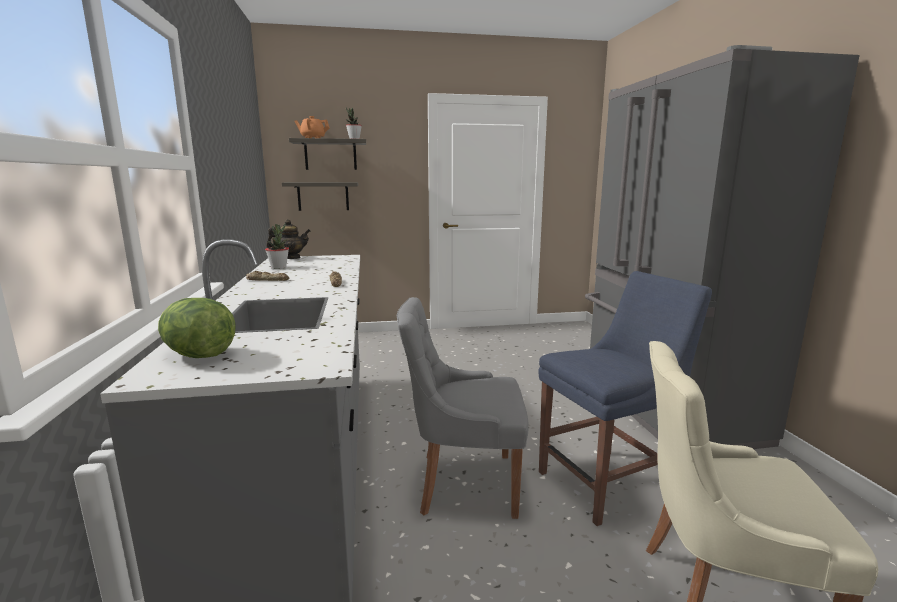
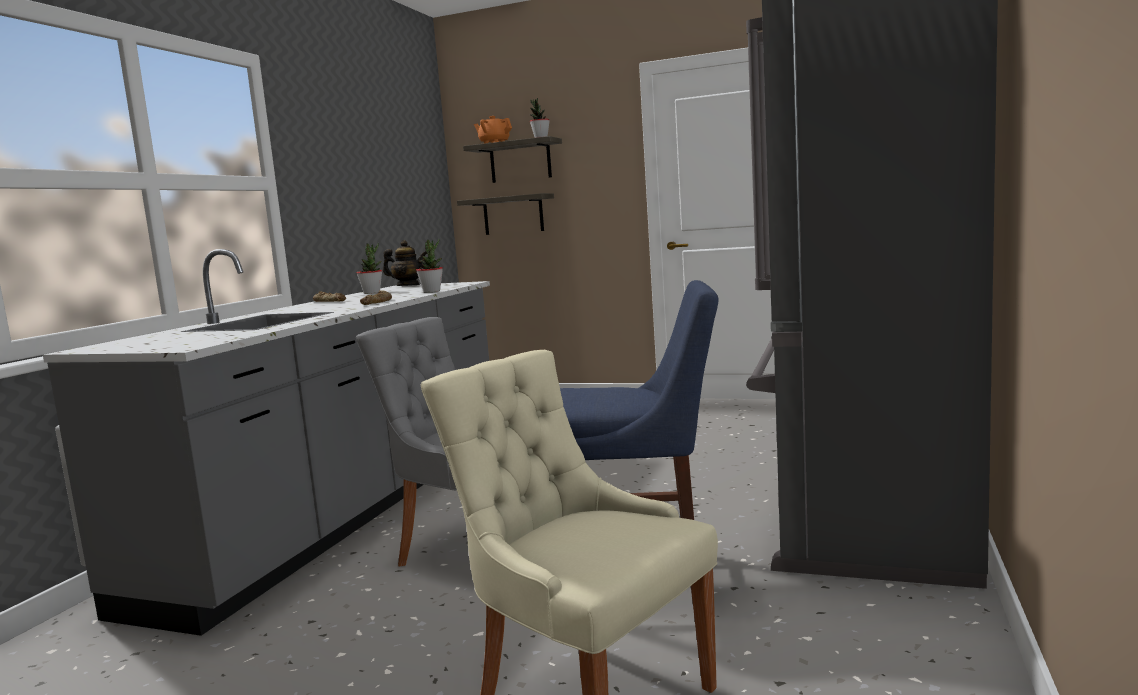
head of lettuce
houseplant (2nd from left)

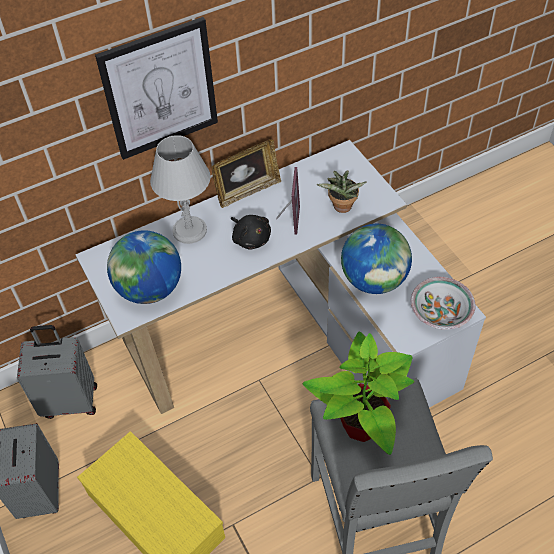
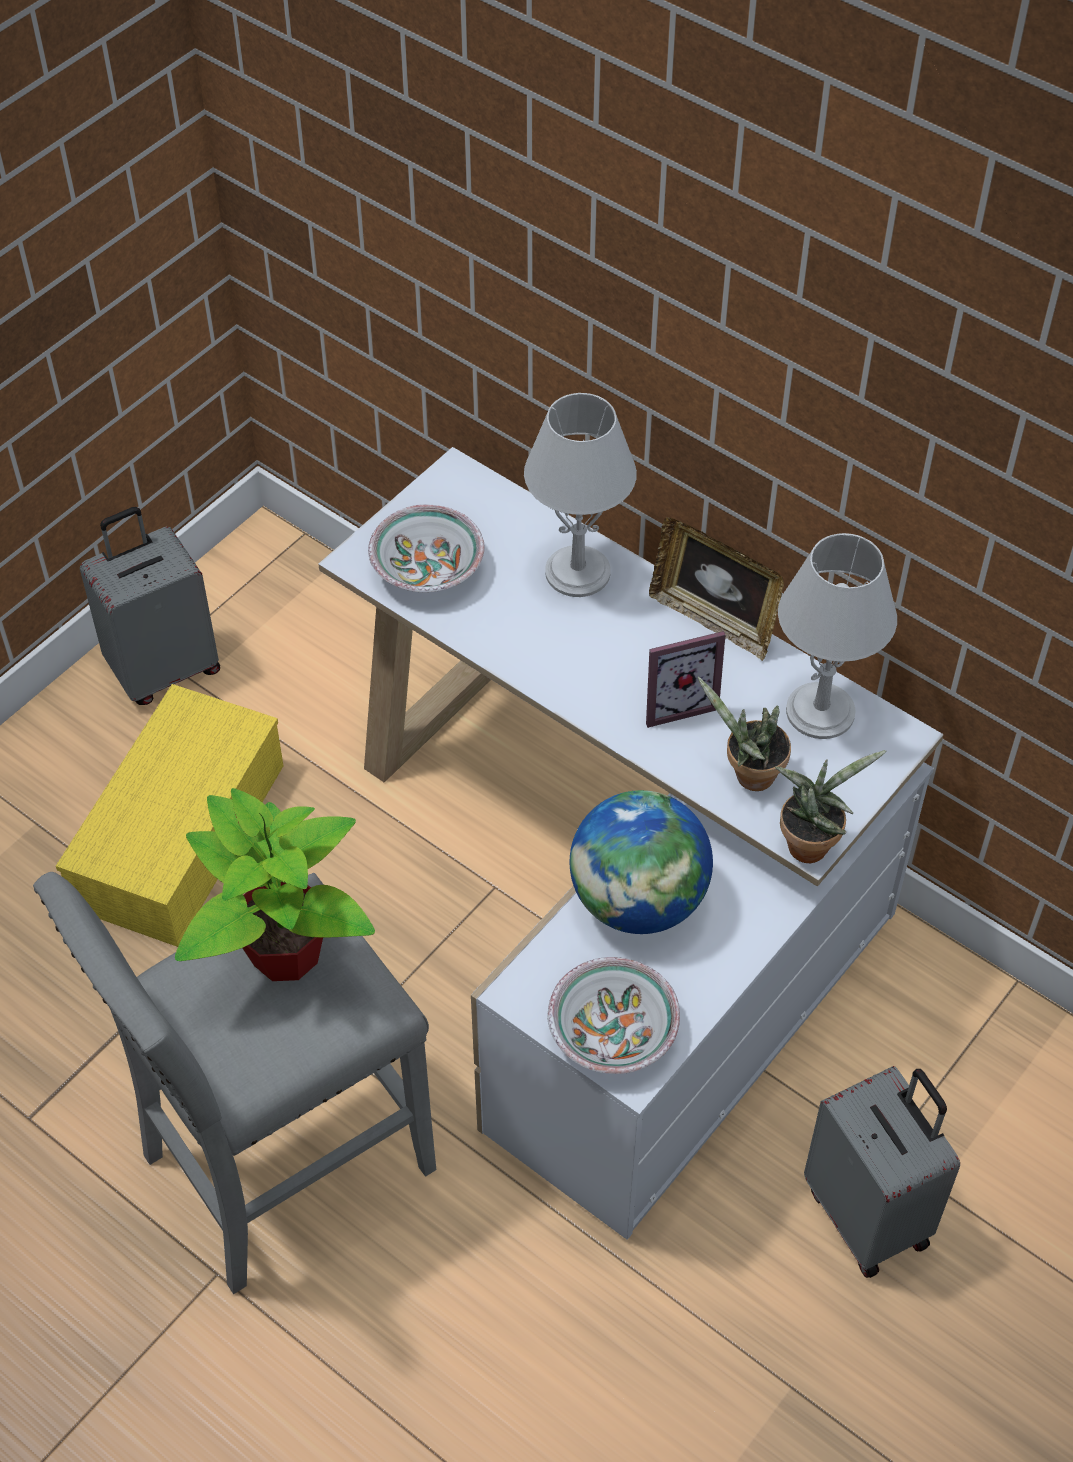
wall art
cuddly toy (blackish)
houseplant (3rd from left)
table lamp (greyish) (2nd from left)
travel case (greyish) (2nd from left)
deep dish (1st from left)

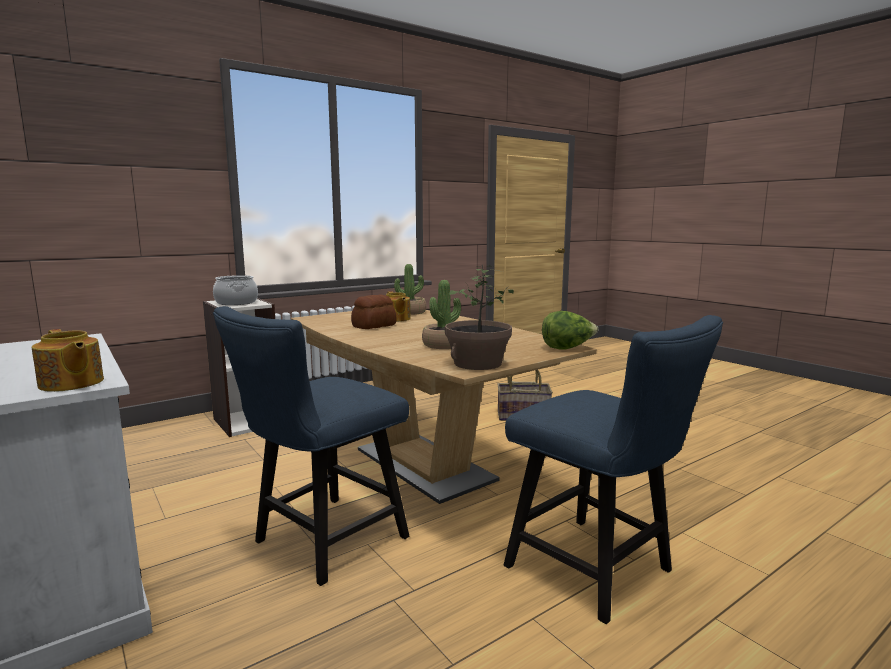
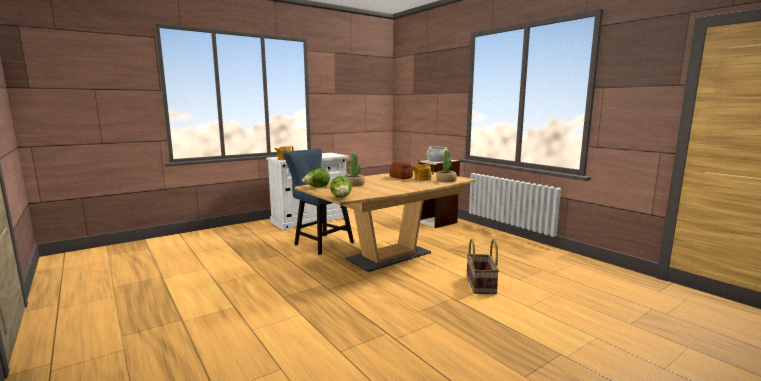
upright chair (blue-coloured) (2nd from left in the first image)
head of lettuce (1st from left)

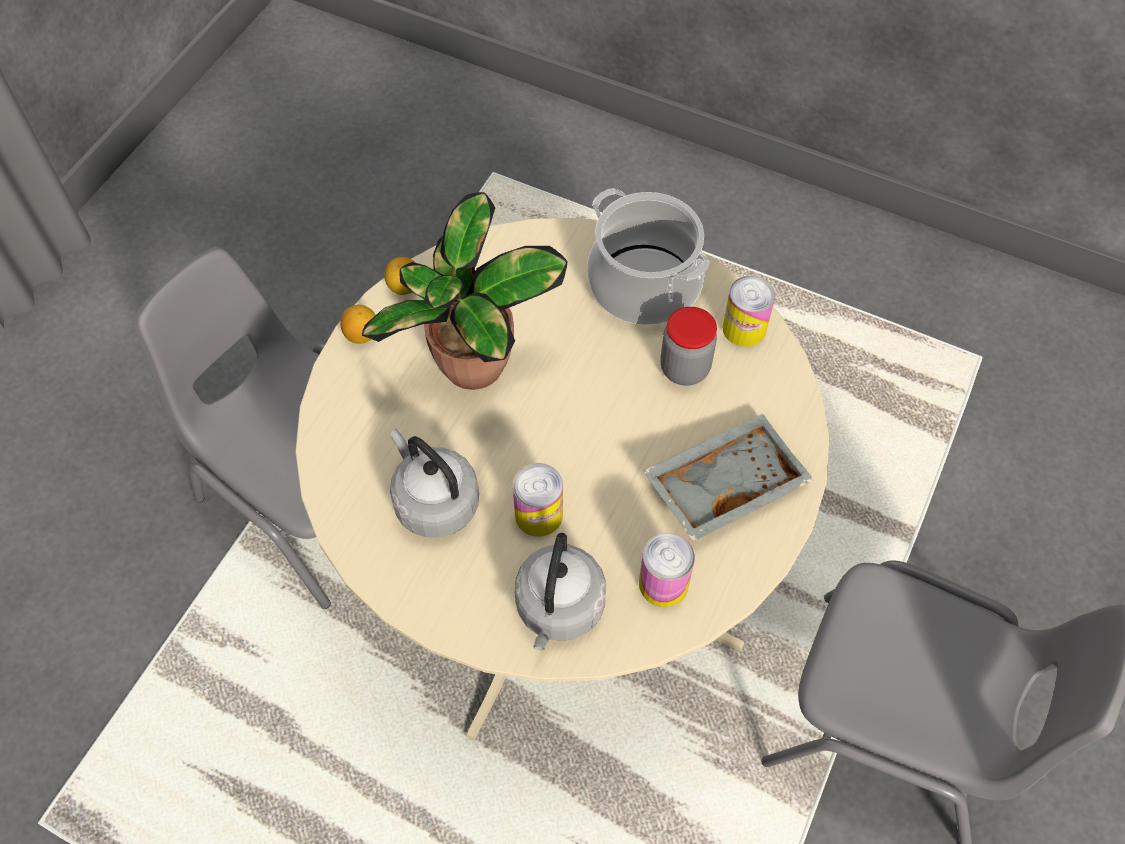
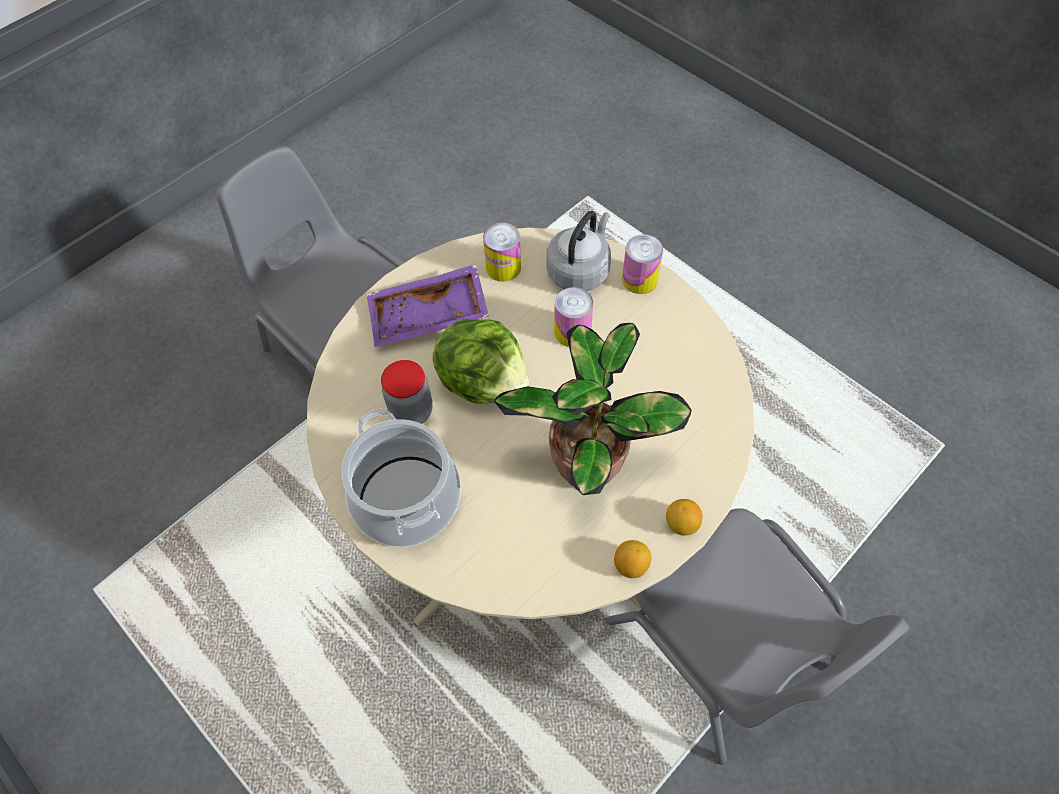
kettle (greyish) (1st from left in the first image)
head of lettuce
can (3rd from left)
serving tray (purple-coloured)

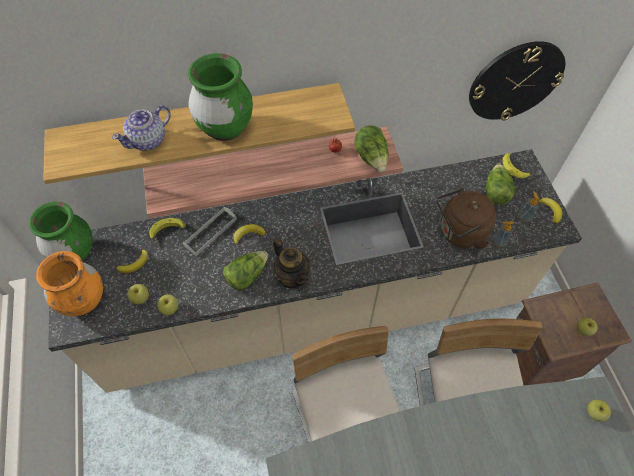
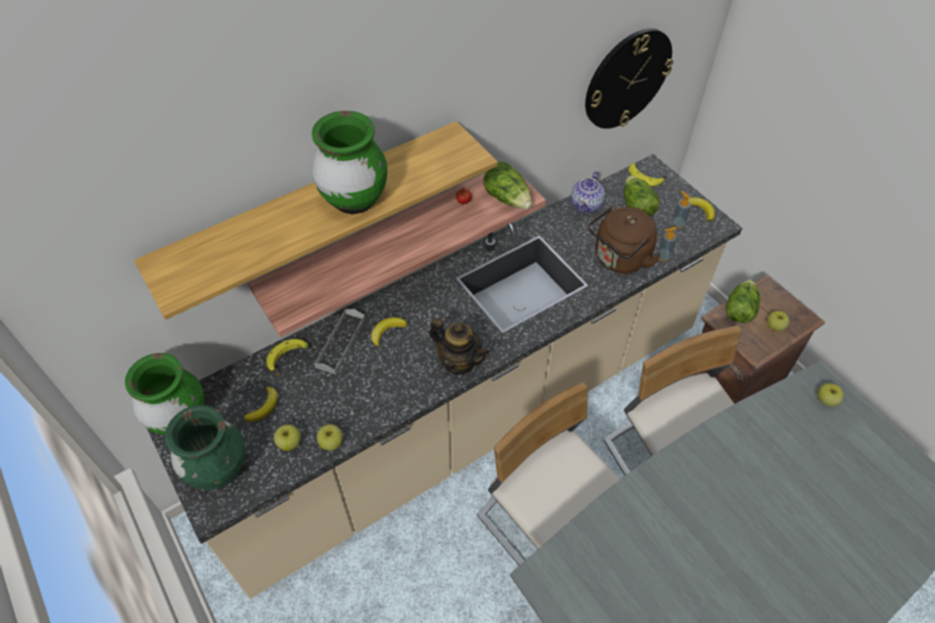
tea pot (2nd from left)
head of lettuce (3rd from left)
vase (greenish) (2nd from left)

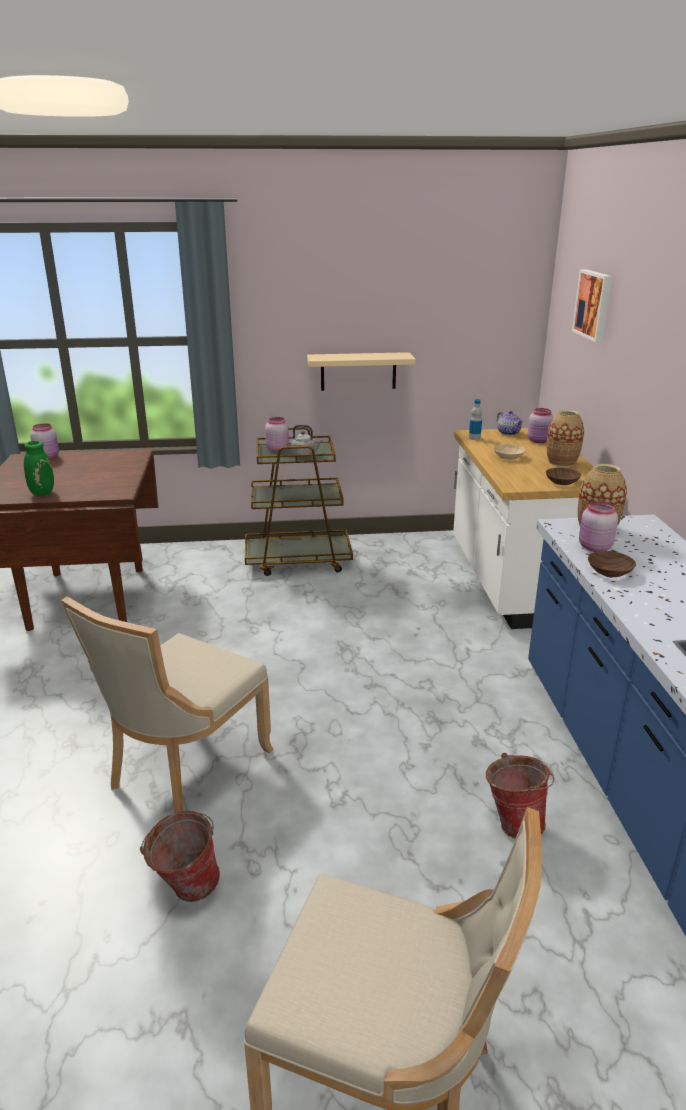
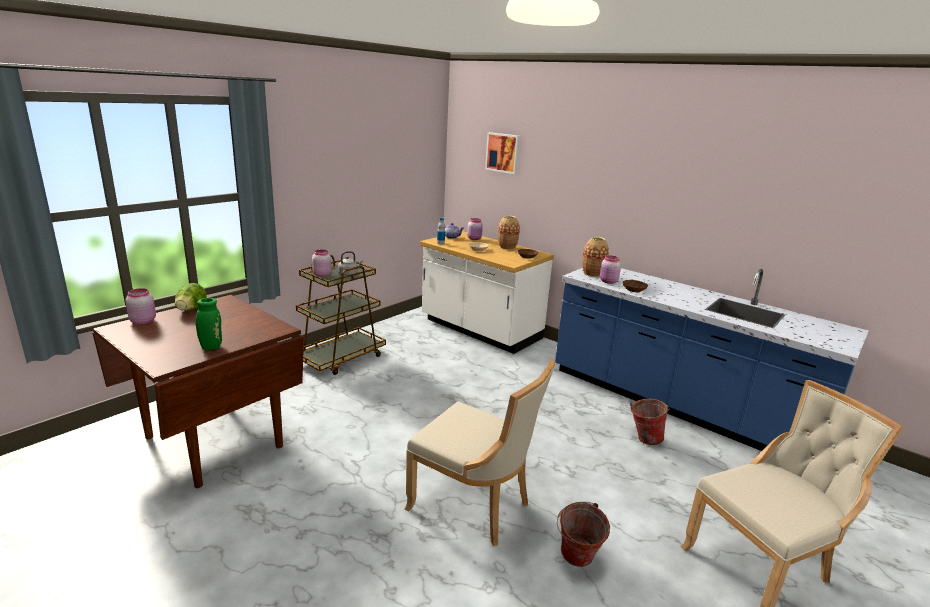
wall shelf (beige-coloured)
head of lettuce
upright chair (beige-coloured) (1st from left)

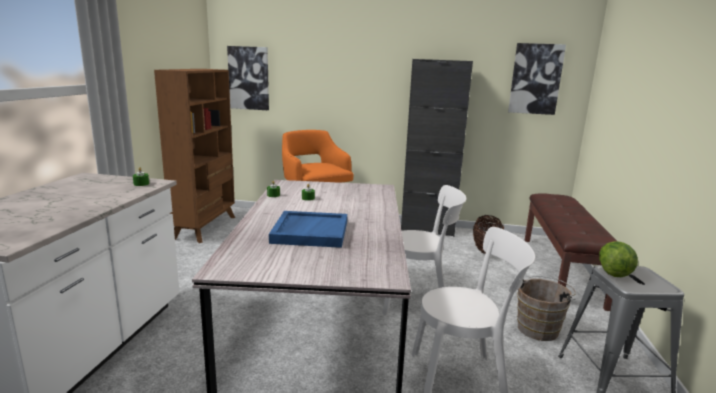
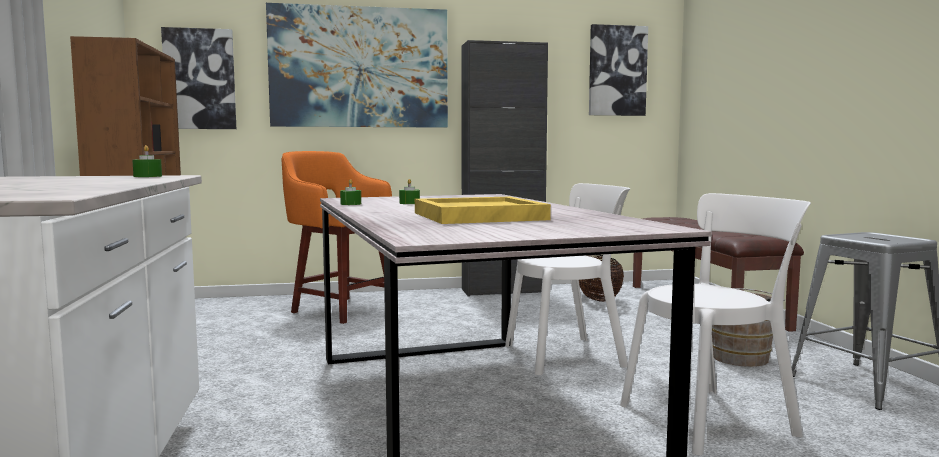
head of lettuce
wall art (2nd from left)
serving tray (yellow-coloured)

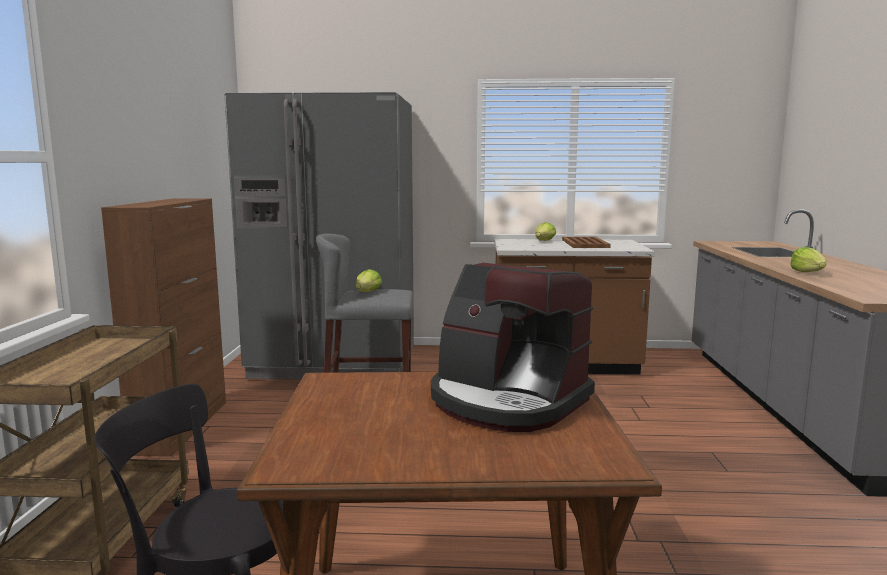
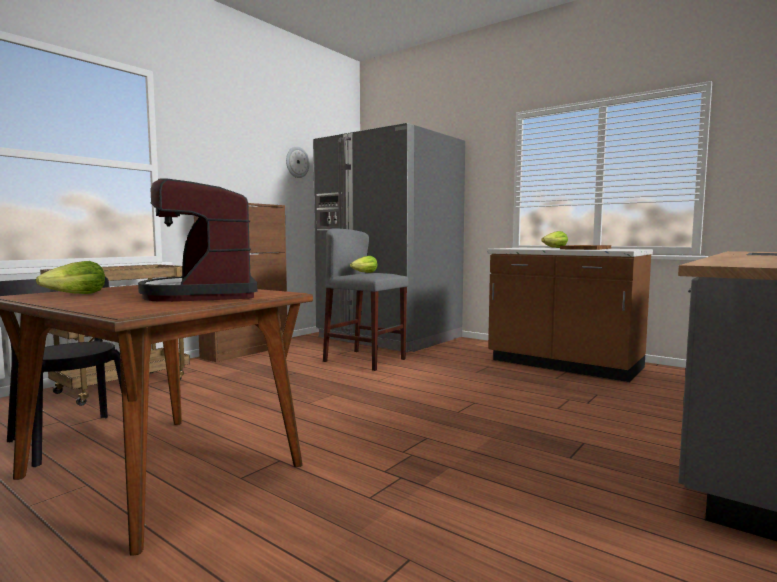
clock on the wall
head of lettuce (1st from left)

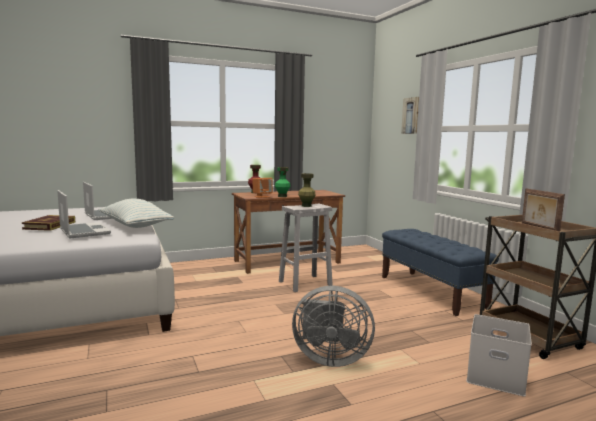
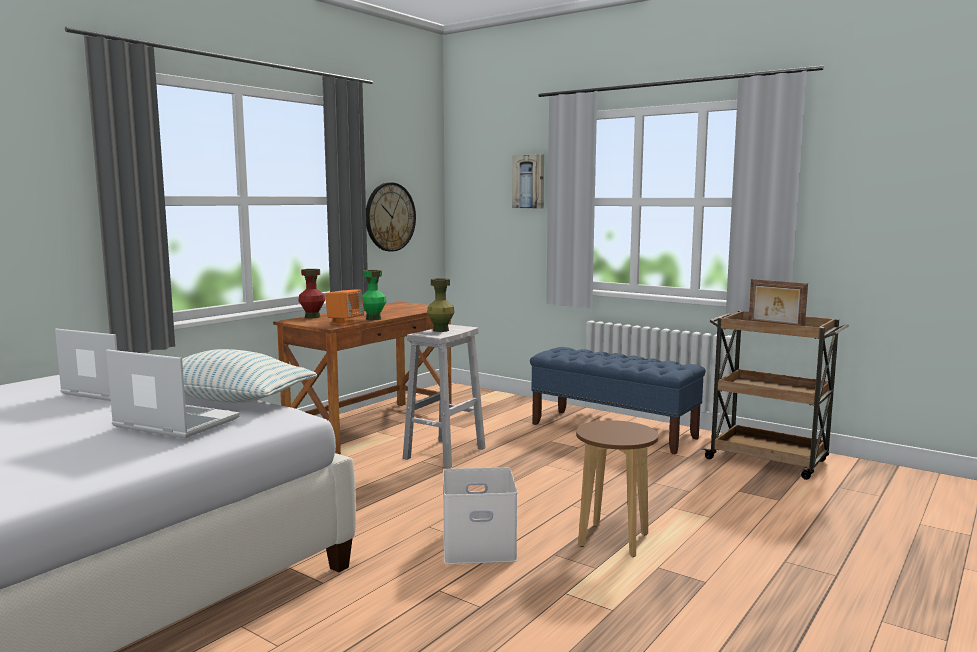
book
clock on the wall
storage bin (whitish)
stool (brown-coloured)

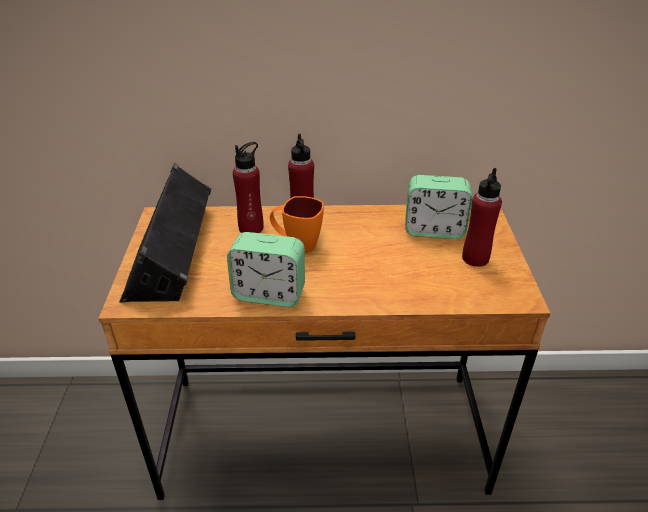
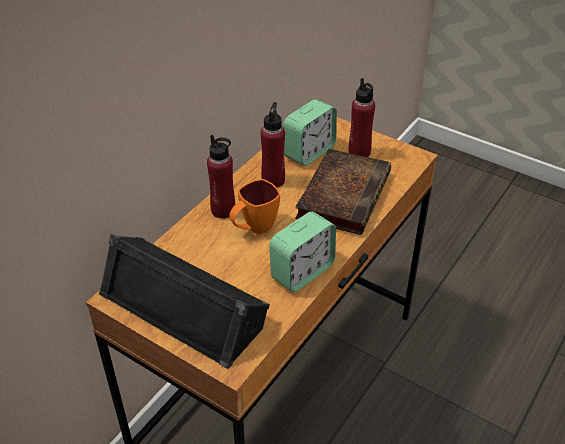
book
drink bottle (red-coloured) (2nd from left)

